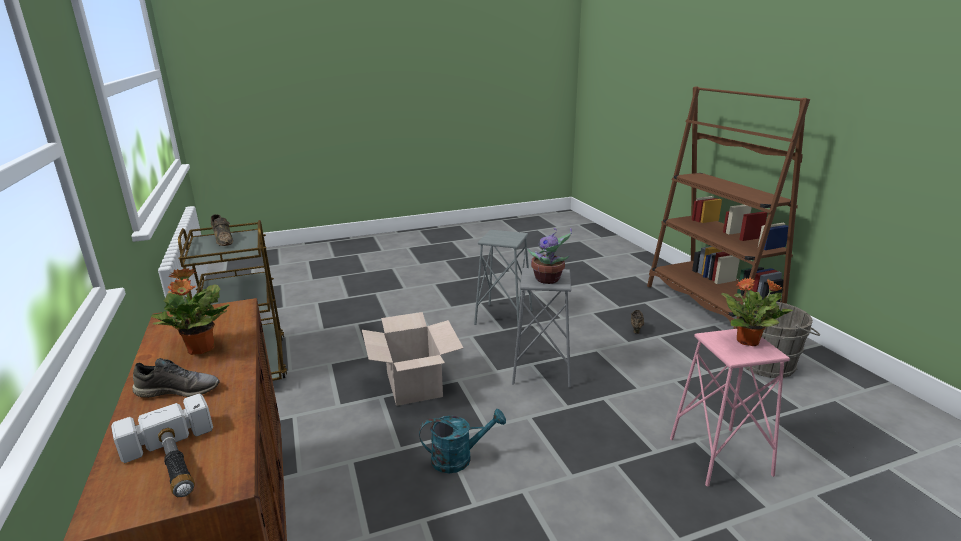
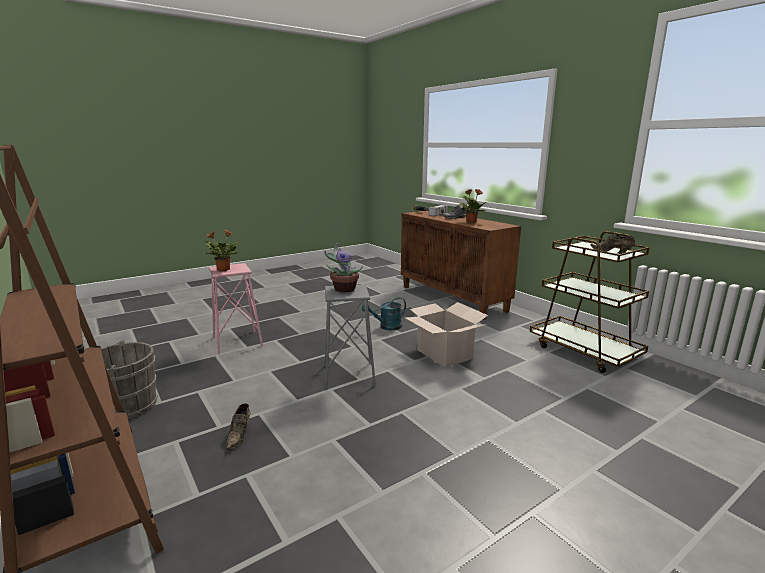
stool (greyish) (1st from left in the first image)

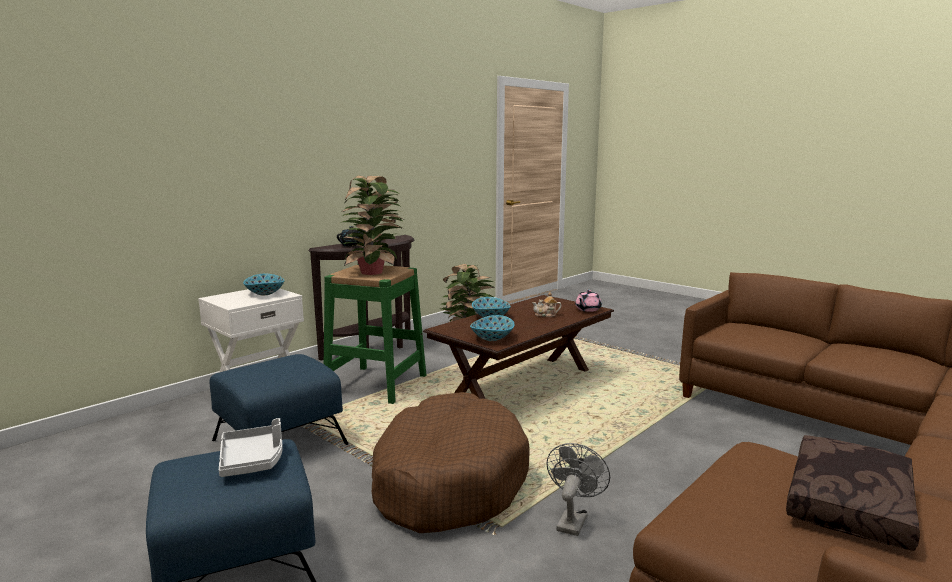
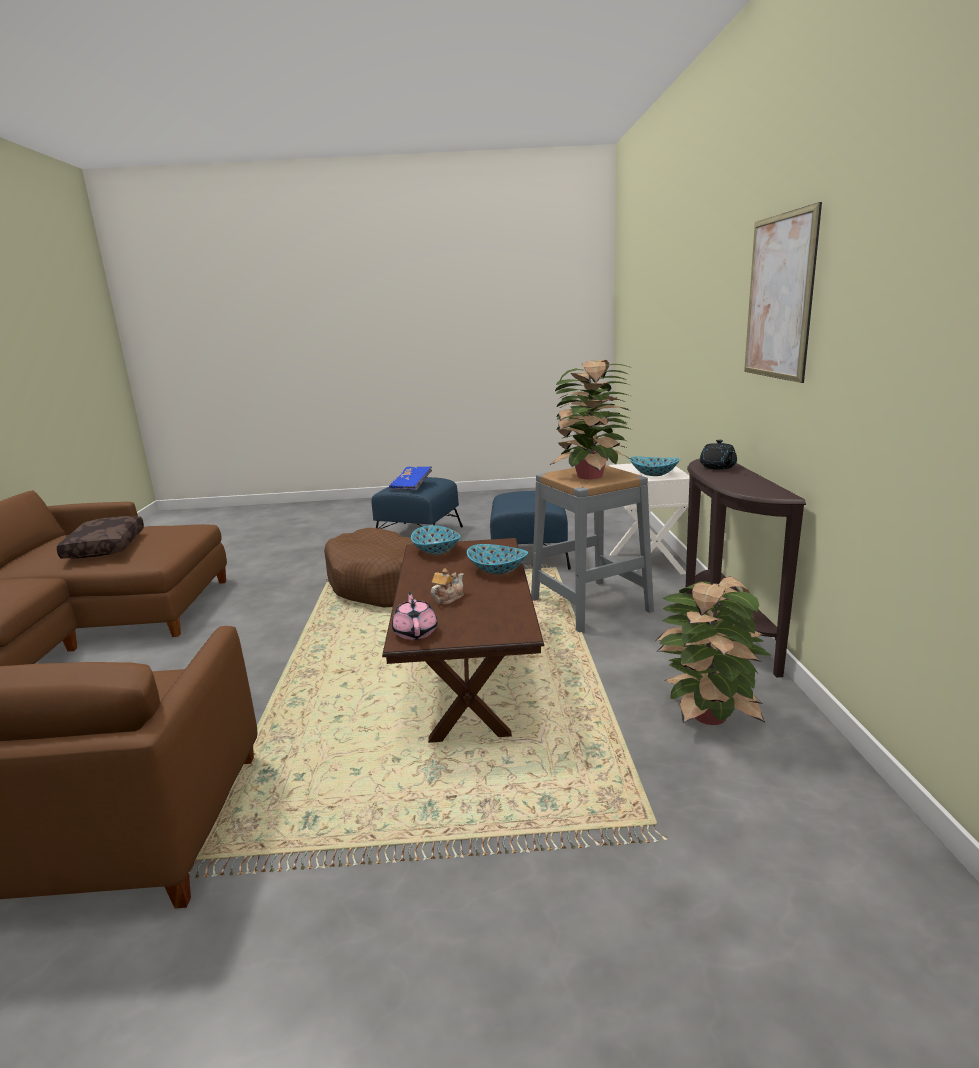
electric fan (greyish)
wall art
book (blue-coloured)
stool (greyish)

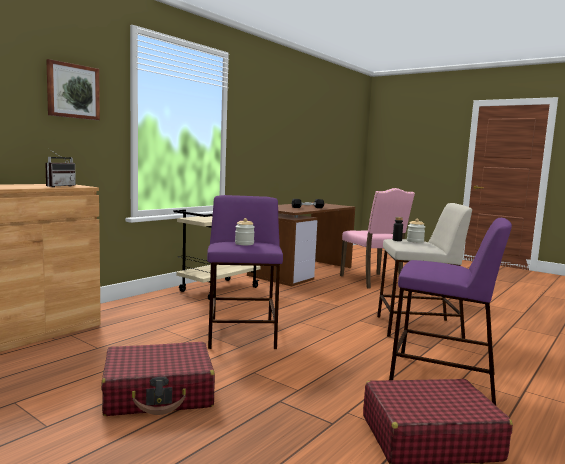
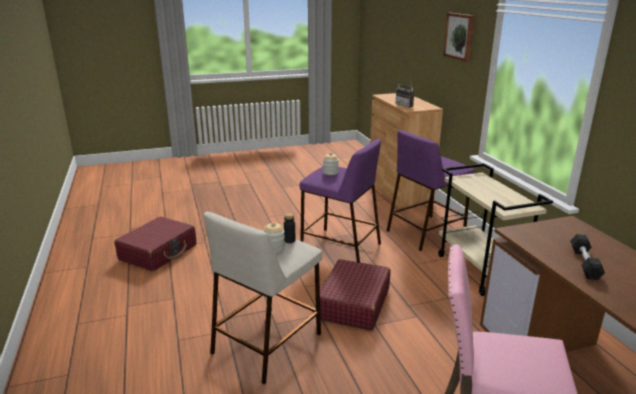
travel case (red-coloured) (2nd from left)
stool (purple-coloured) (2nd from left)

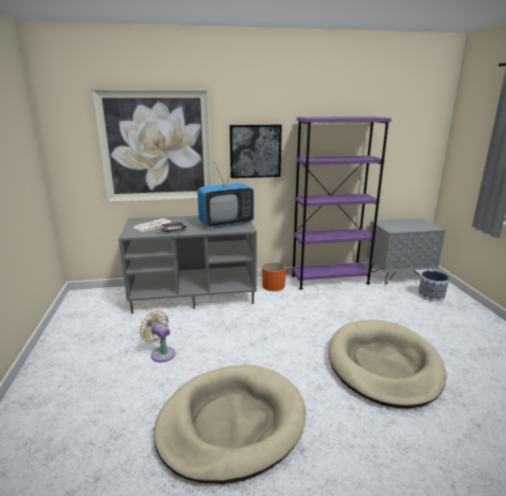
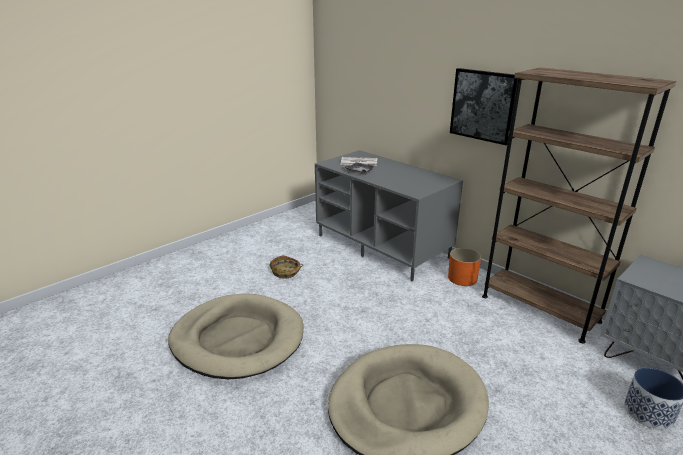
wall art (1st from left in the first image)
television
basket
bookcase (brown-coloured)

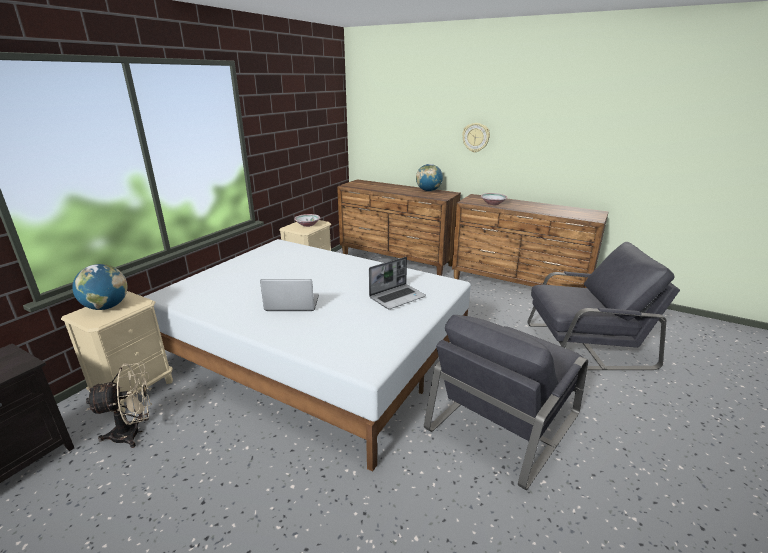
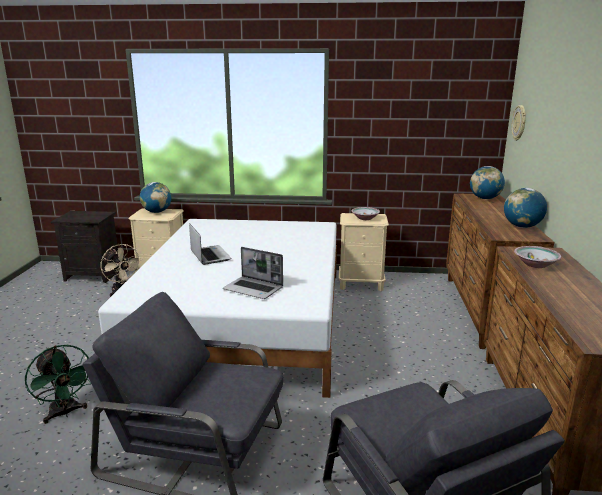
electric fan (greenish)
desk globe (2nd from left)
clock on the wall

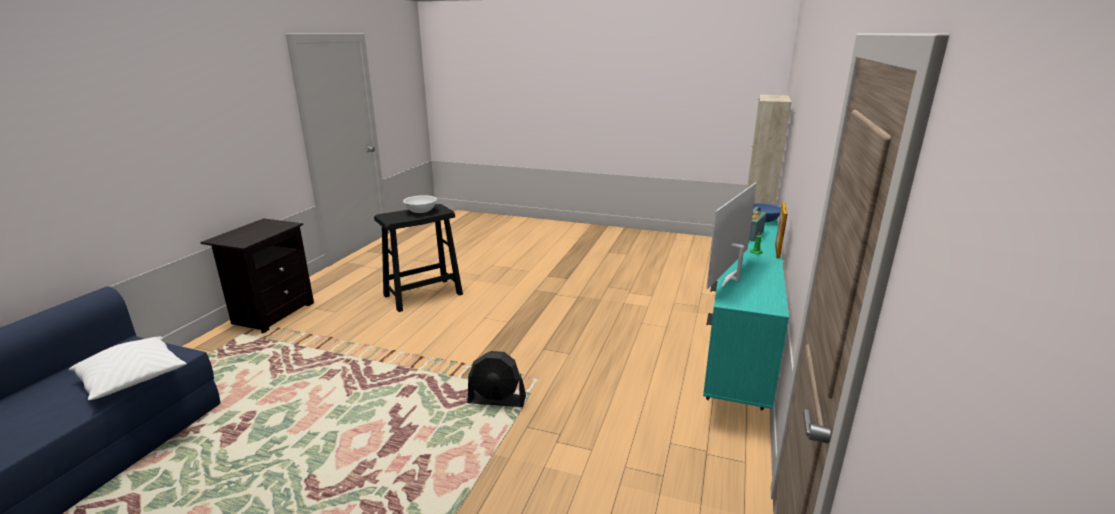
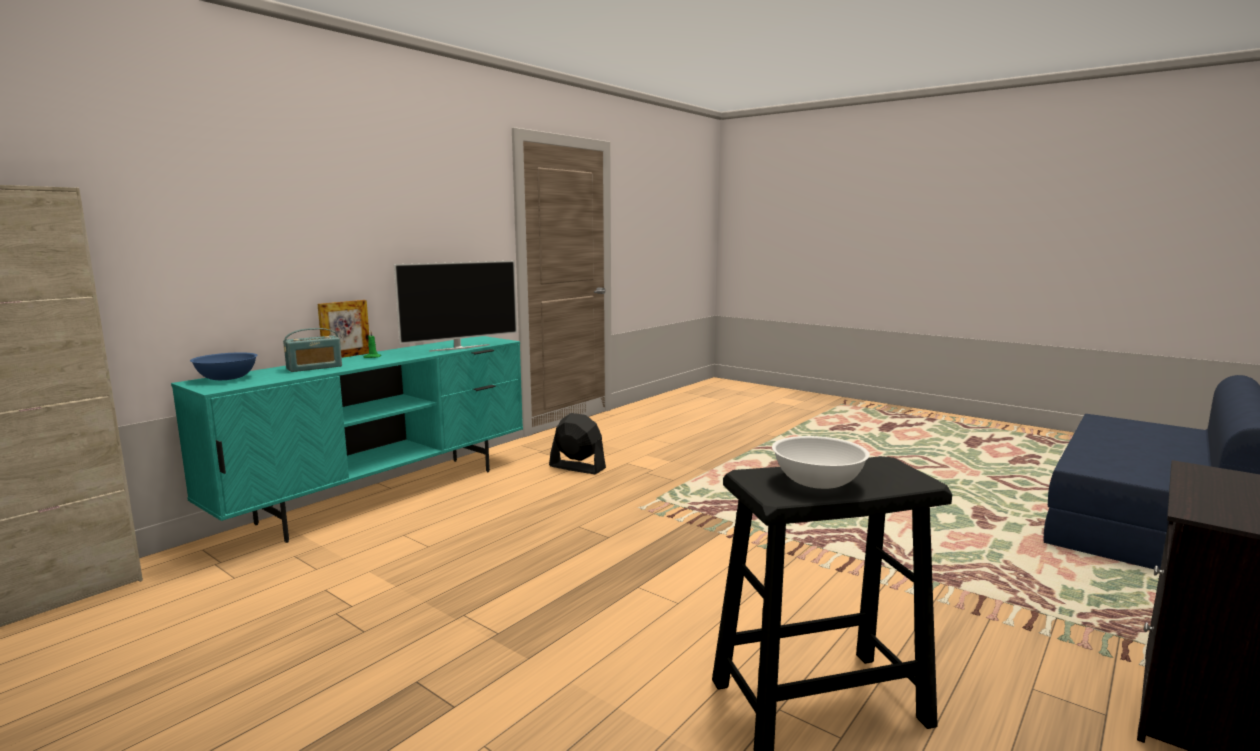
cushion (whitish)
electric fan (blackish)

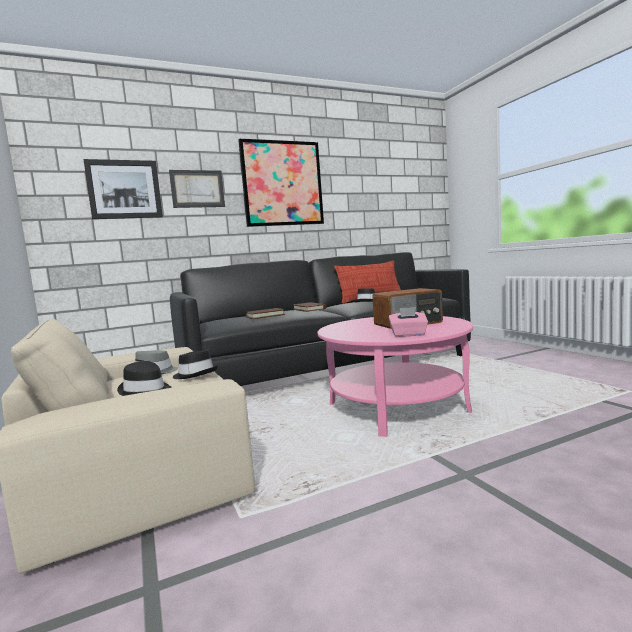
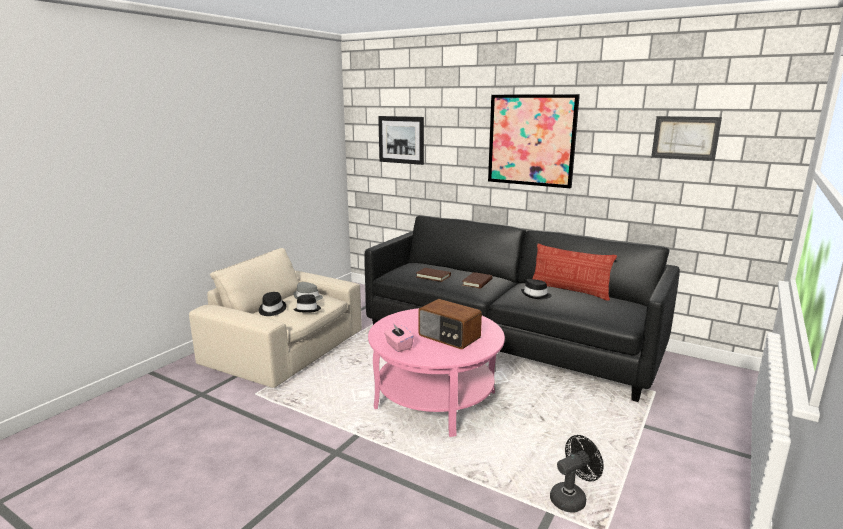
electric fan (blackish)
wall art (3rd from left)

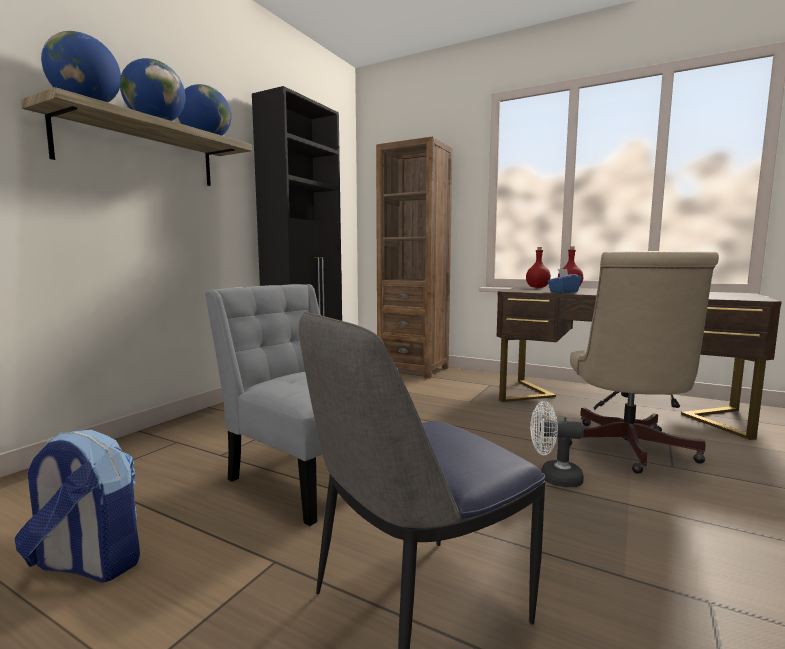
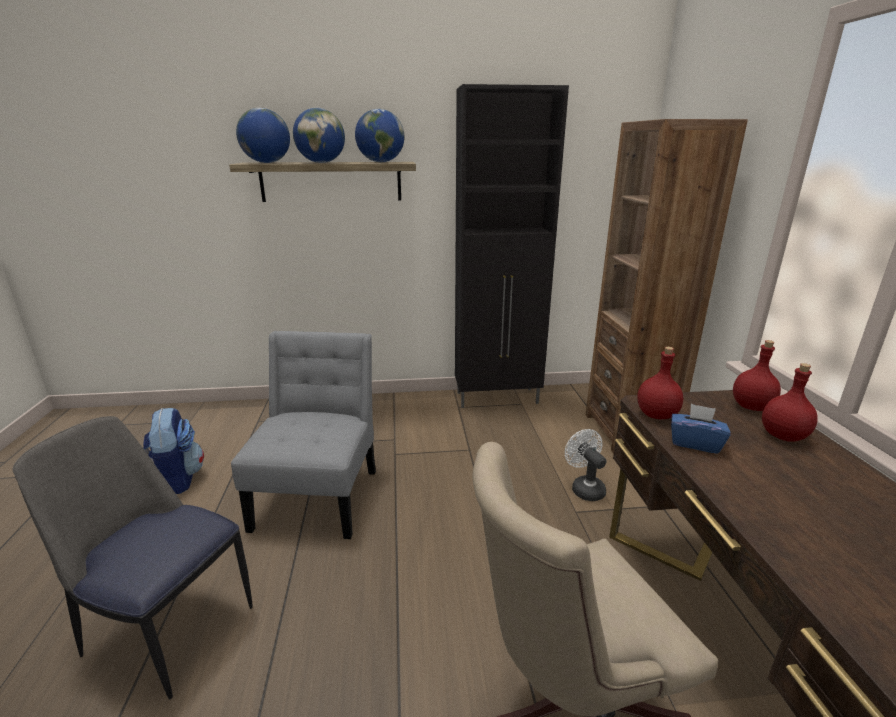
drink bottle (red-coloured) (1st from left)
electric fan (whitish)

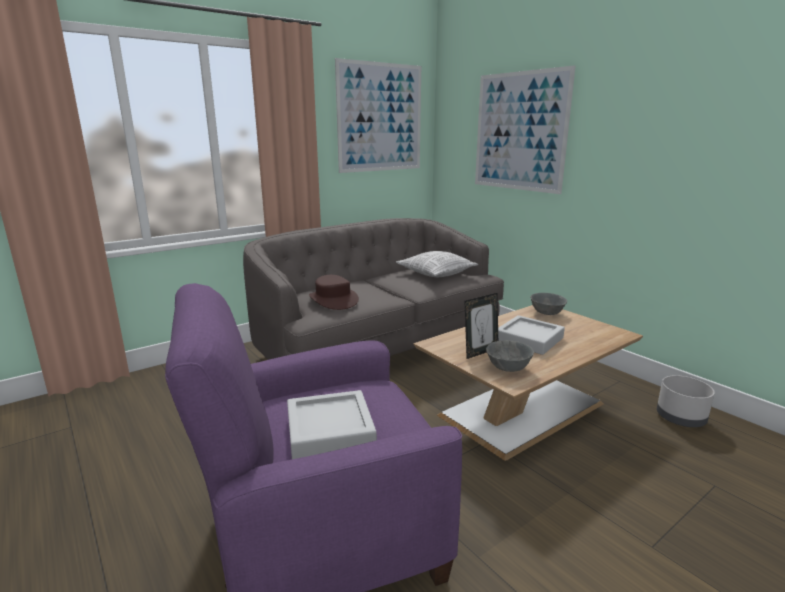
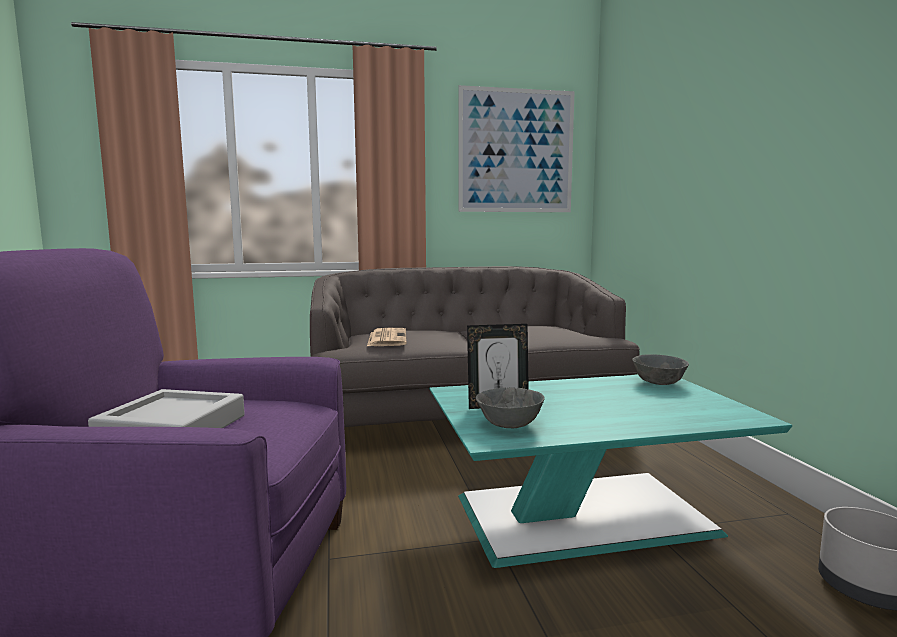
cushion
wall art (2nd from left in the first image)
serving tray (greyish) (2nd from left in the first image)
newspaper
coffee table (turquoise)

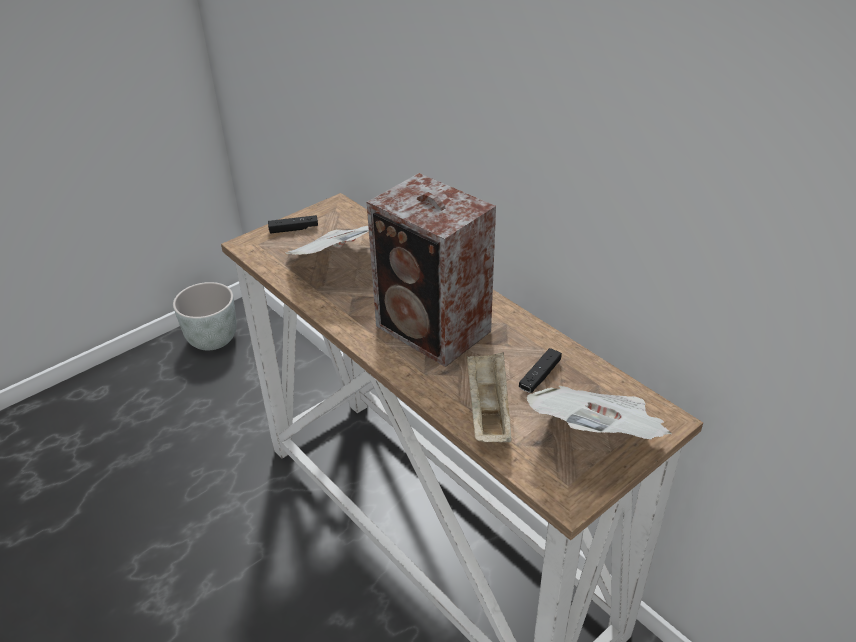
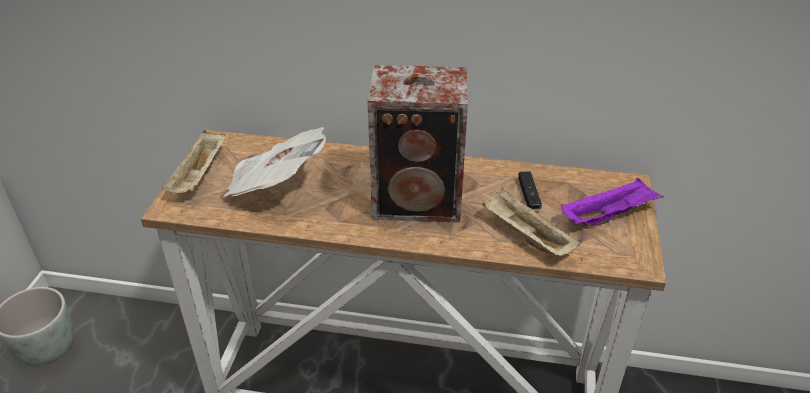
serving tray (beige-coloured) (1st from left)
serving tray (purple-coloured)

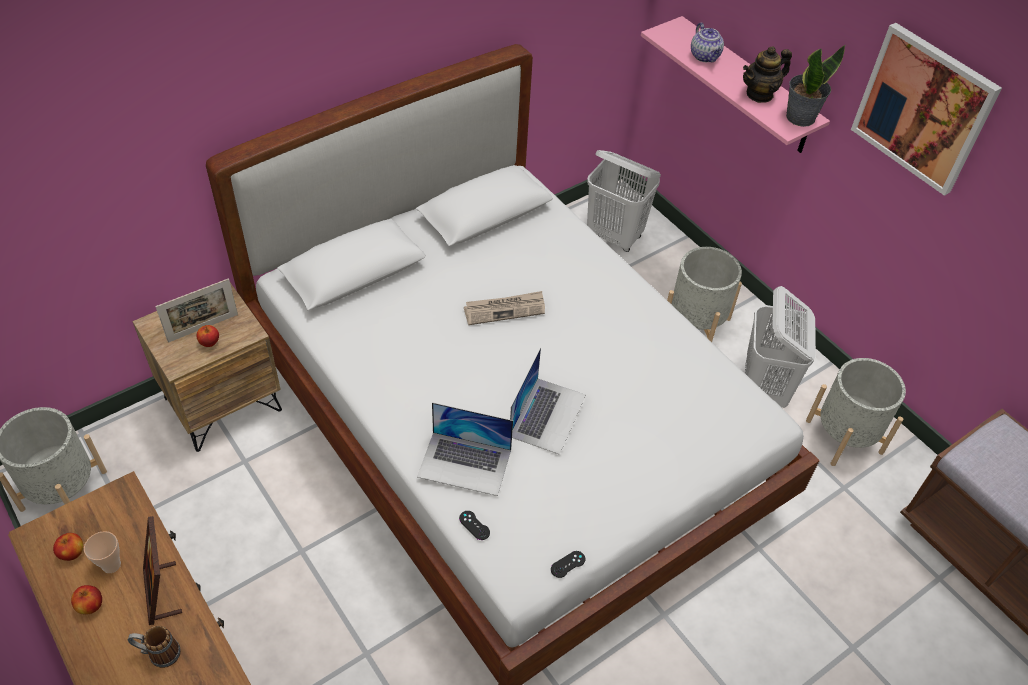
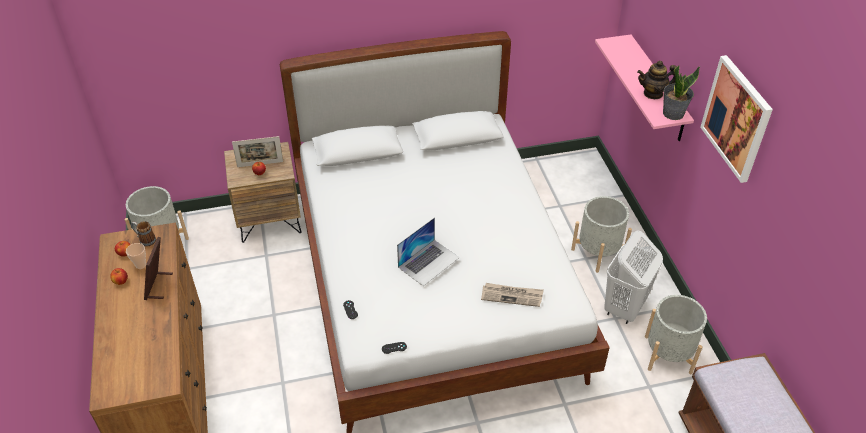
laptop (1st from left in the first image)
washing basket (whitish) (1st from left in the first image)
tea pot (1st from left in the first image)
coffee mug
newspaper

